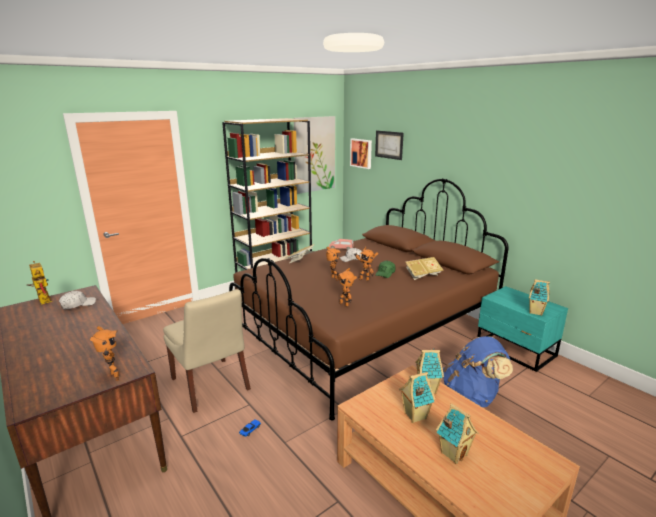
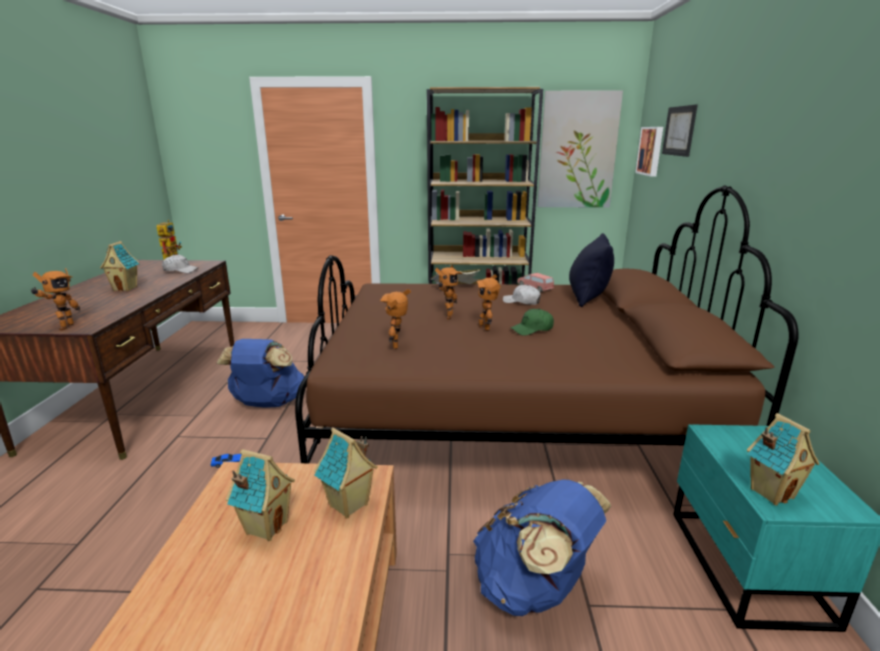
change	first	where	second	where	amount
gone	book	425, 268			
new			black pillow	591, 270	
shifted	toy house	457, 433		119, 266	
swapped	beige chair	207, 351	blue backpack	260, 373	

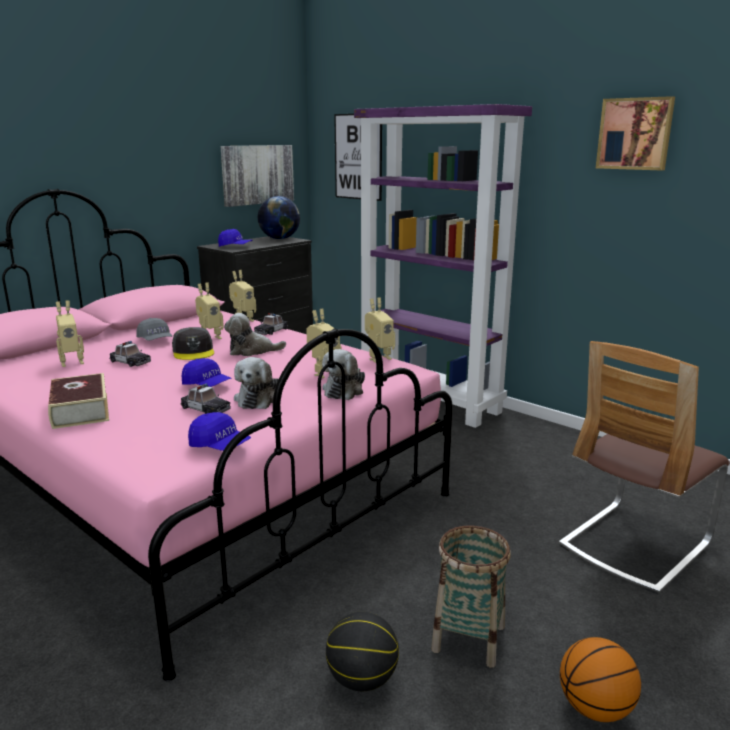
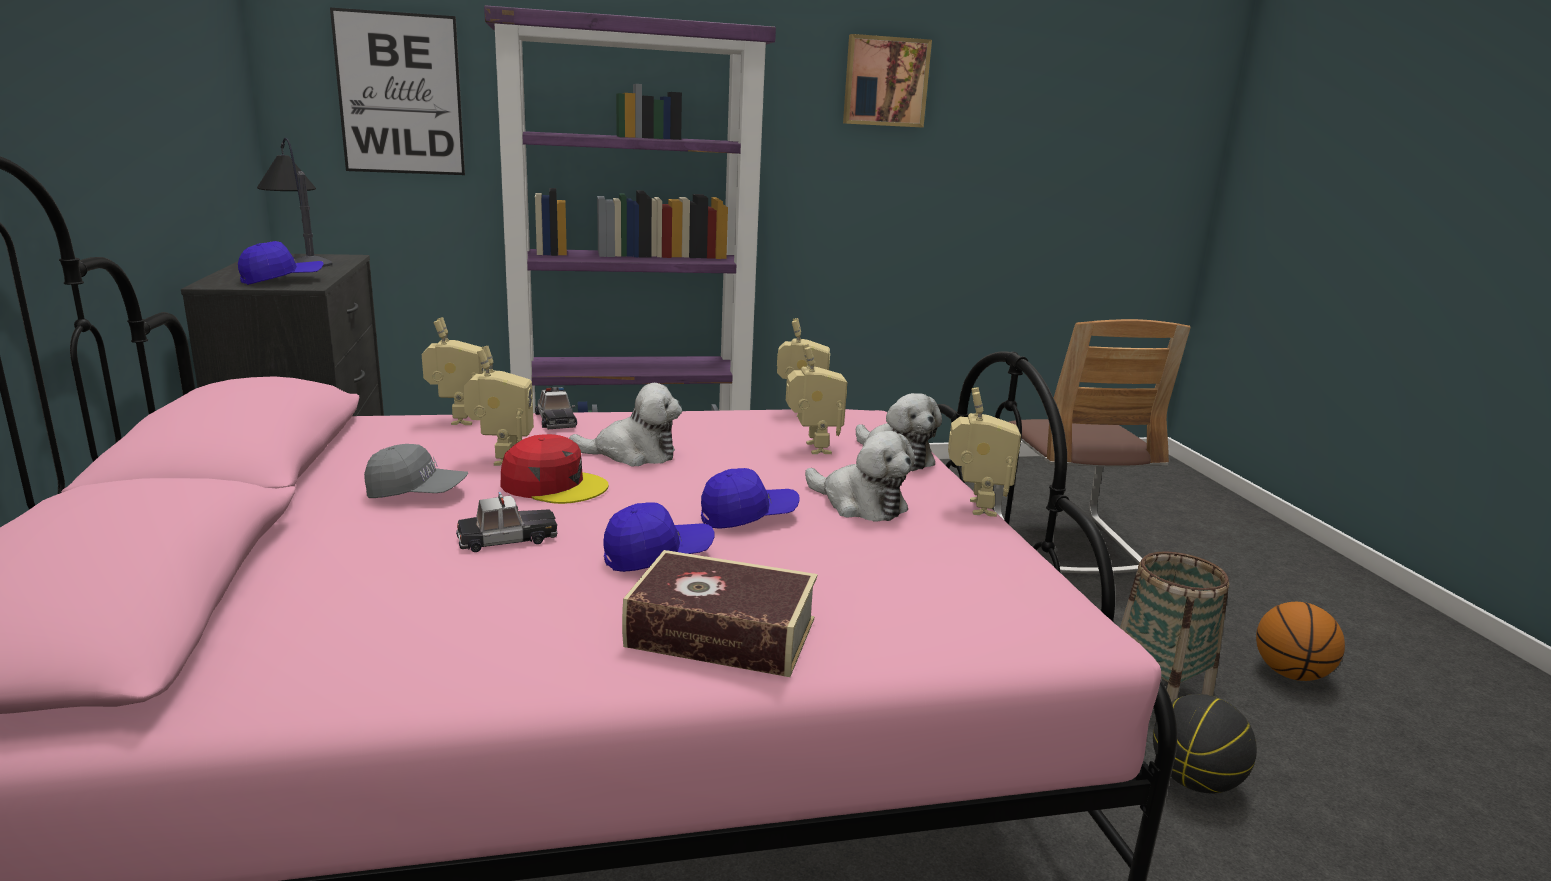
change	first	where	second	where	amount
gone	toy car	205, 398			
gone	picture	257, 176			
shifted	toy robot	70, 334		984, 452	
shifted	blue cap	219, 431		658, 537	
swapped	globe	279, 217	table lamp	294, 202	
repainted	grey cap	193, 343	red cap	554, 469	
rotated	plush toy	255, 334		625, 425	120 degrees counterclockwise

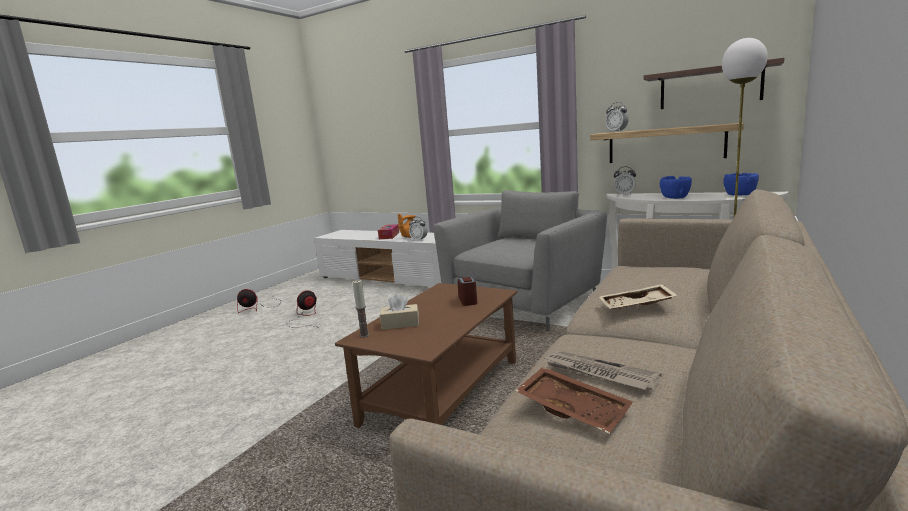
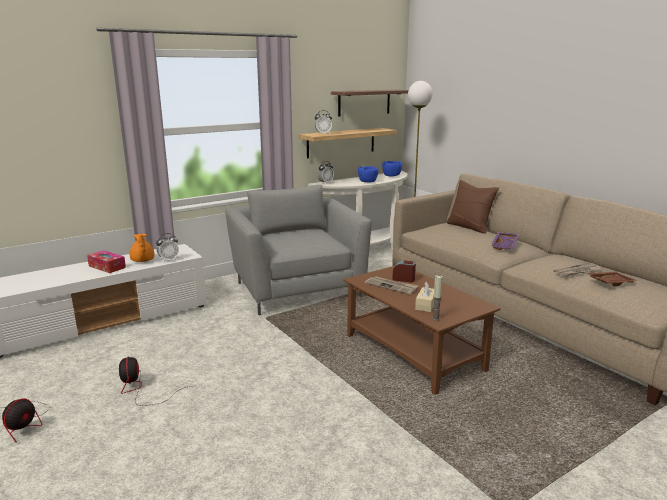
change	first	where	second	where	amount
new			newspaper	391, 286	
new			brown pillow	473, 207	
repainted	beige tray	638, 296	purple tray	505, 241	

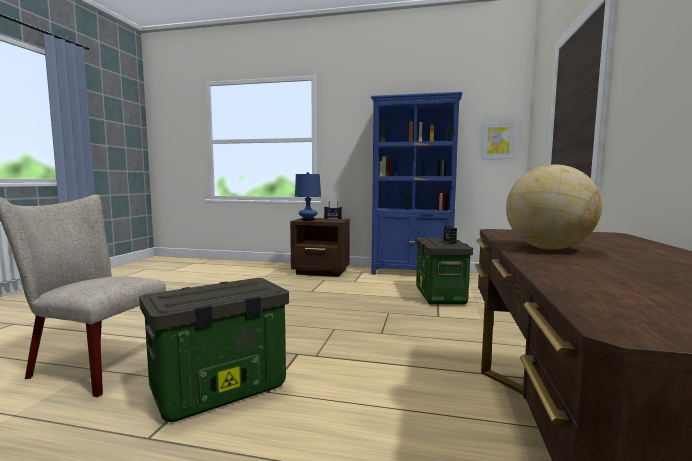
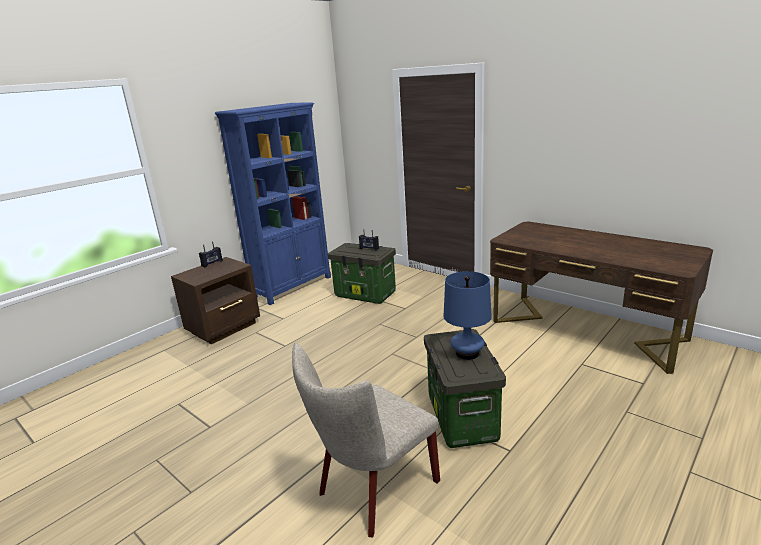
change	first	where	second	where	amount
gone	picture	499, 140			
gone	globe	554, 207			
shifted	blue table lamp	308, 196		468, 315	

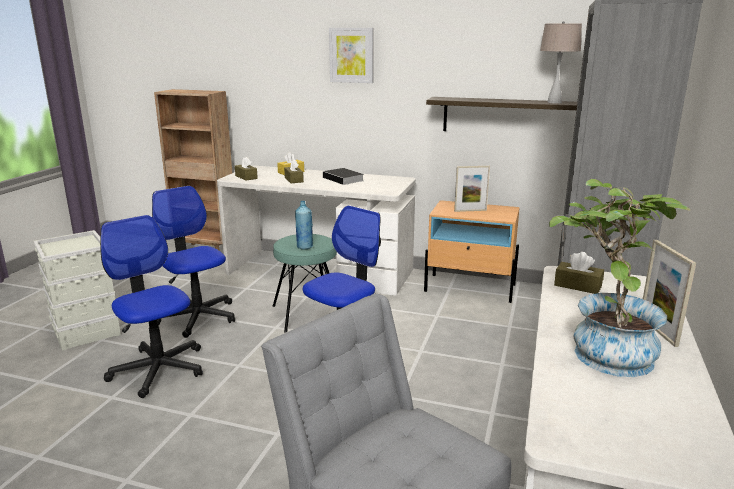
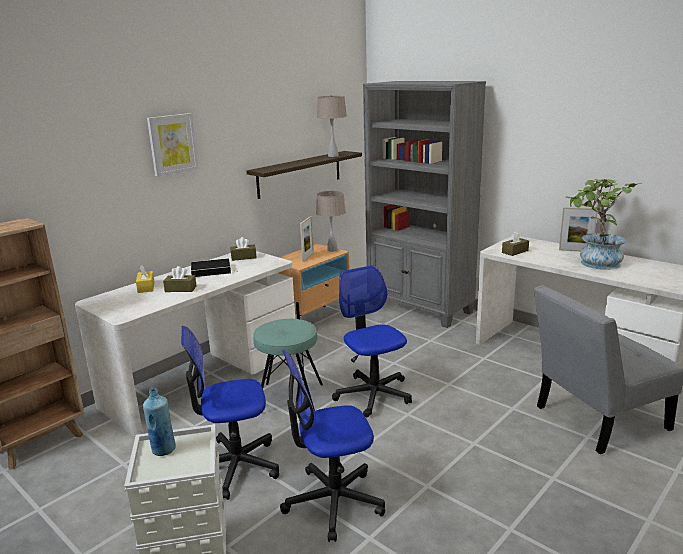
change	first	where	second	where	amount
new			beige table lamp	331, 221	
shifted	brown tissue box	246, 169		243, 249	
shifted	blue bottle	304, 225		159, 422	

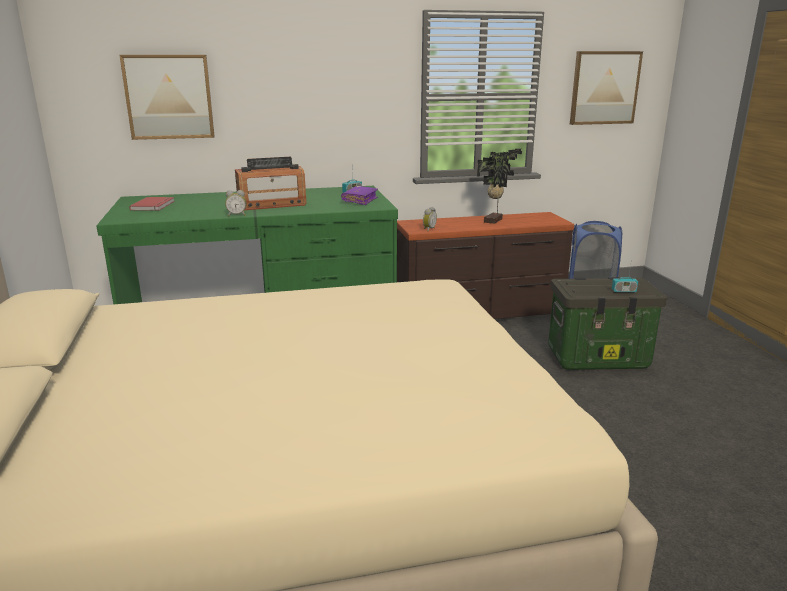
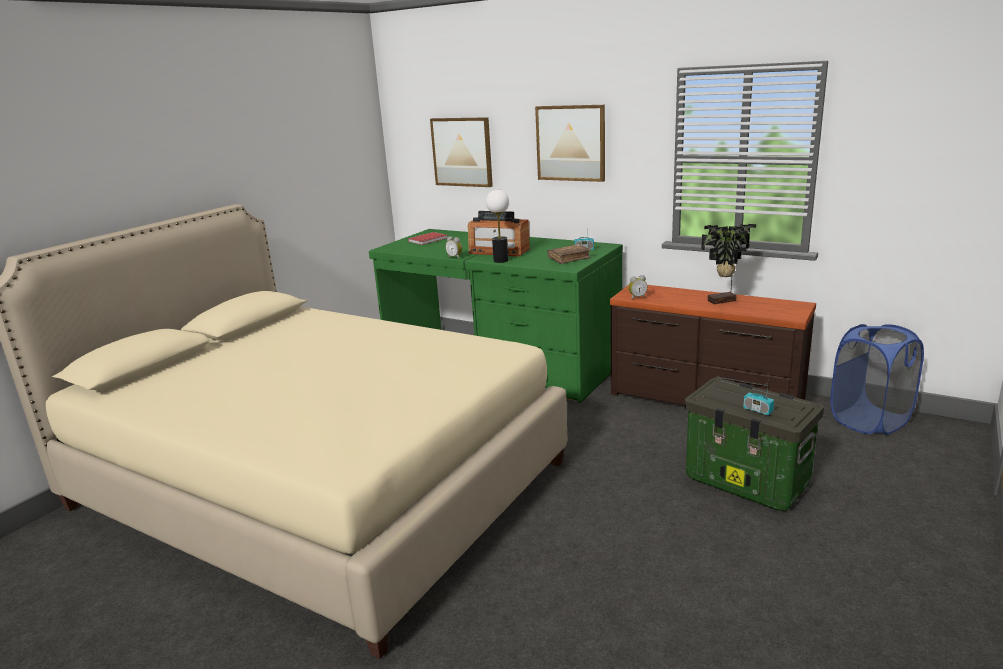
change	first	where	second	where	amount
new			table lamp	497, 226	
shifted	picture	606, 88		570, 143	
repainted	purple book	359, 195	brown book	569, 254	

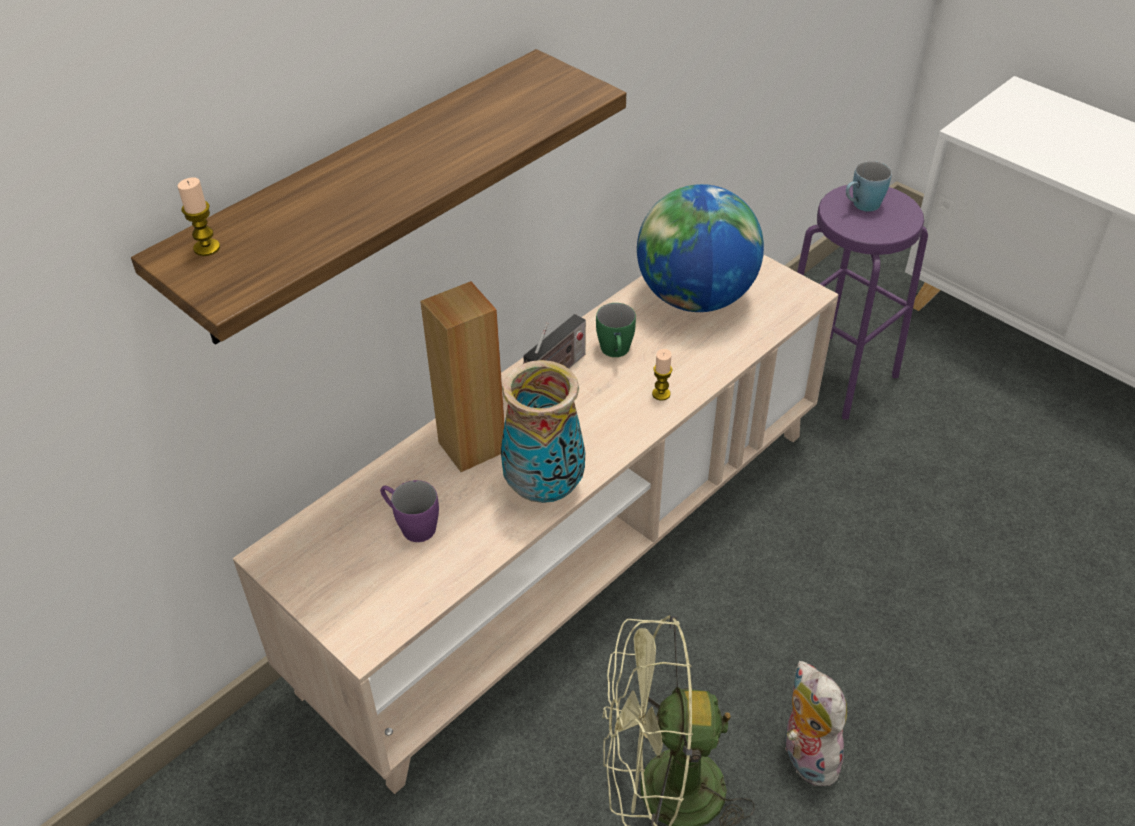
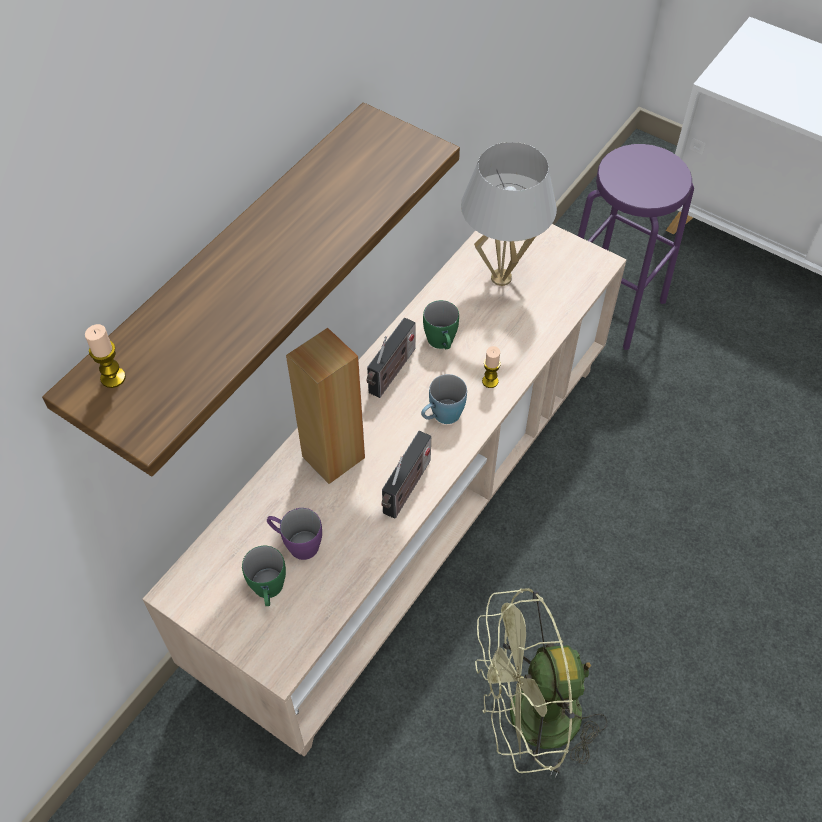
change	first	where	second	where	amount
gone	plush toy	816, 723			
new			green mug	264, 576	
shifted	blue mug	869, 186		444, 399	
swapped	vase	543, 431	radio	406, 475	
swapped	globe	700, 248	white table lamp	509, 214	

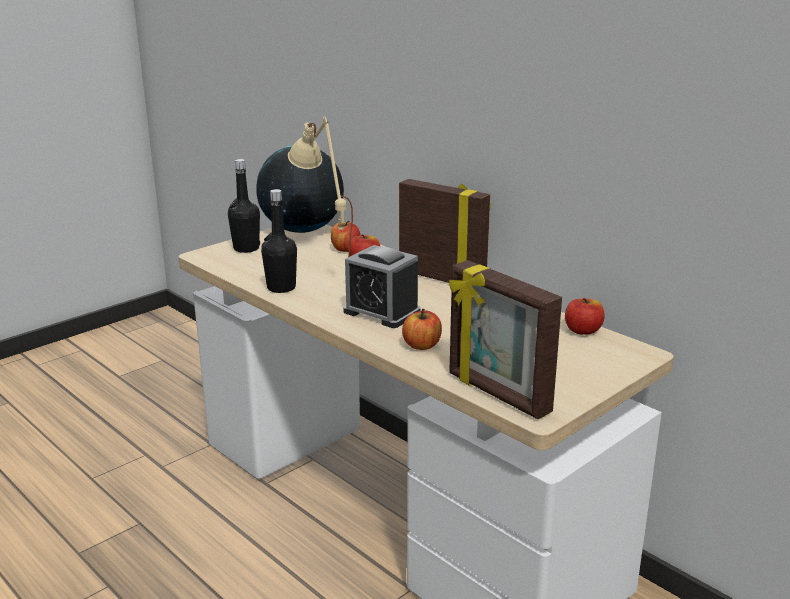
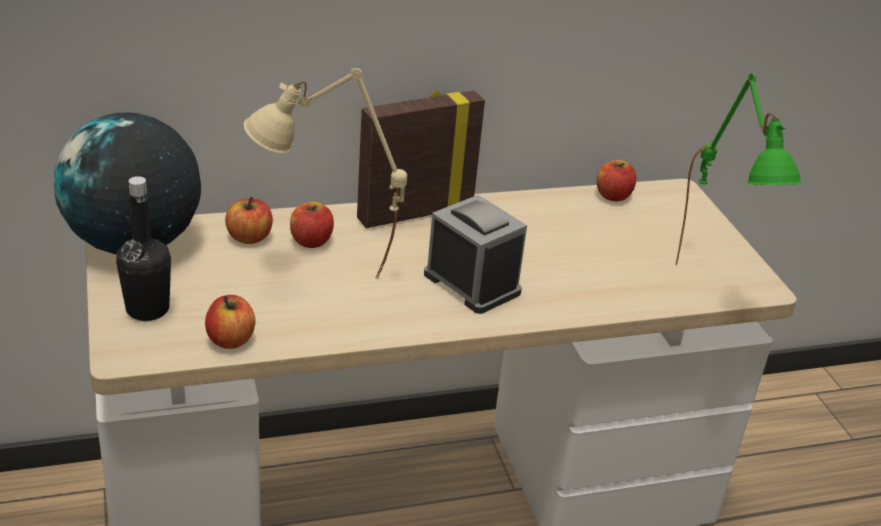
change	first	where	second	where	amount
gone	black bottle	279, 241			
shifted	apple	422, 329		230, 322	
swapped	picture frame	505, 339	green table lamp	739, 169	
rotated	alarm clock	382, 286		475, 254	105 degrees counterclockwise

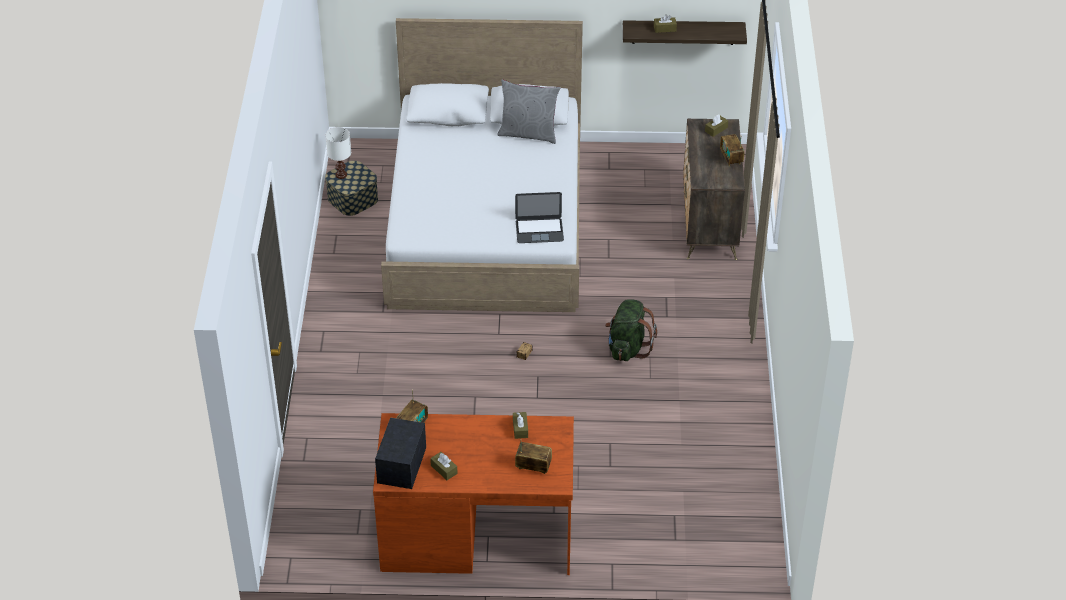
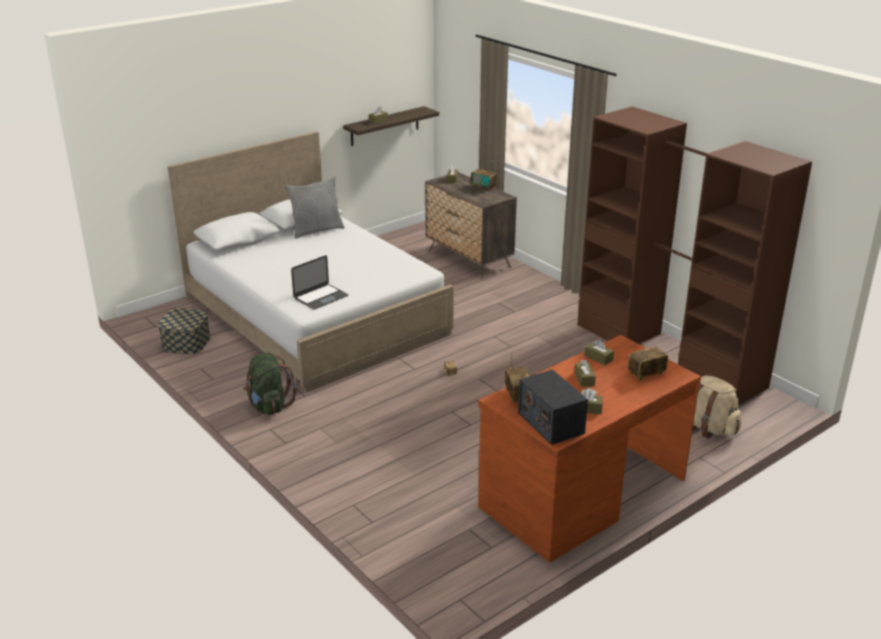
change	first	where	second	where	amount
gone	white table lamp	338, 153			
new			brown tissue box	585, 373	
new			brown wardrobe	695, 255	
new			beige backpack	717, 407	
shifted	laptop	539, 217		319, 282	
shifted	green backpack	631, 330		270, 384	

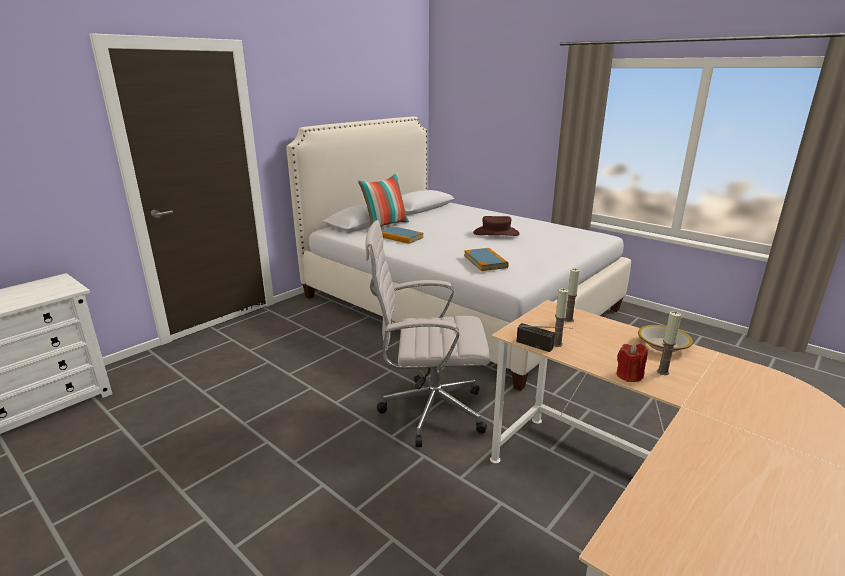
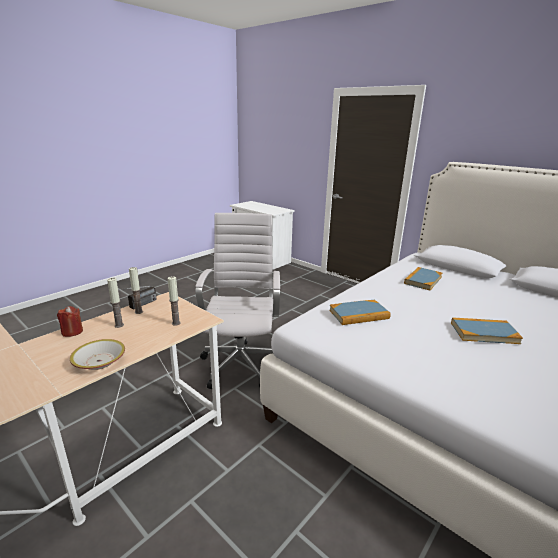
change	first	where	second	where	amount
gone	pillow	383, 200			
shifted	candle	669, 343		115, 303	
swapped	brown hat	496, 226	book	487, 330	

